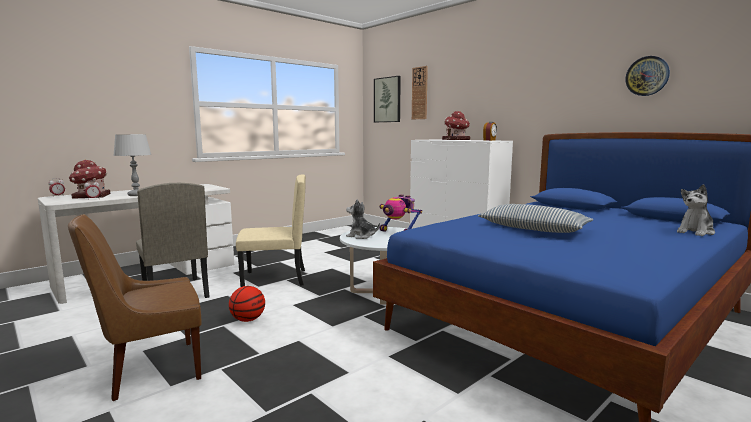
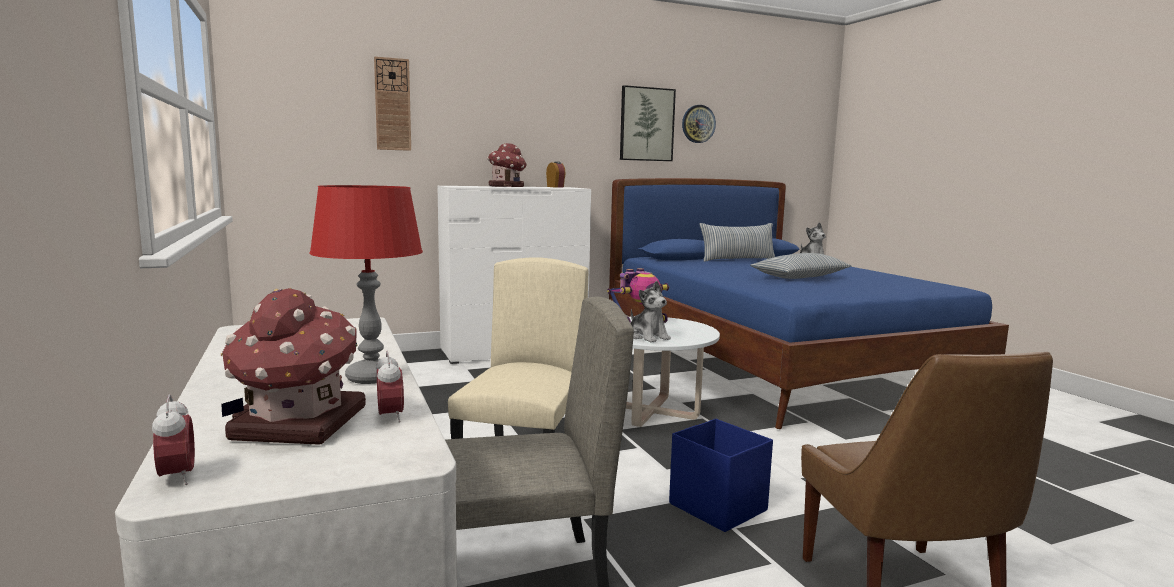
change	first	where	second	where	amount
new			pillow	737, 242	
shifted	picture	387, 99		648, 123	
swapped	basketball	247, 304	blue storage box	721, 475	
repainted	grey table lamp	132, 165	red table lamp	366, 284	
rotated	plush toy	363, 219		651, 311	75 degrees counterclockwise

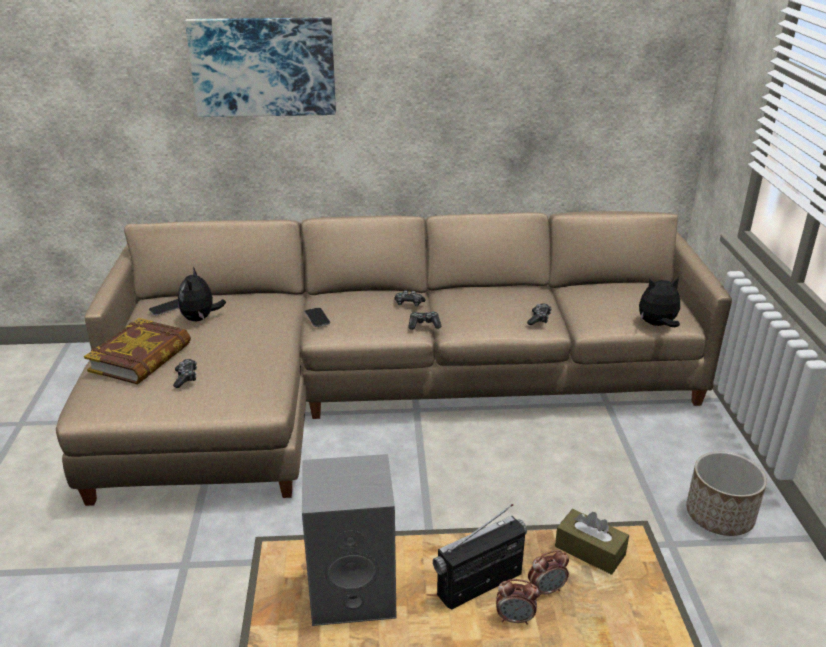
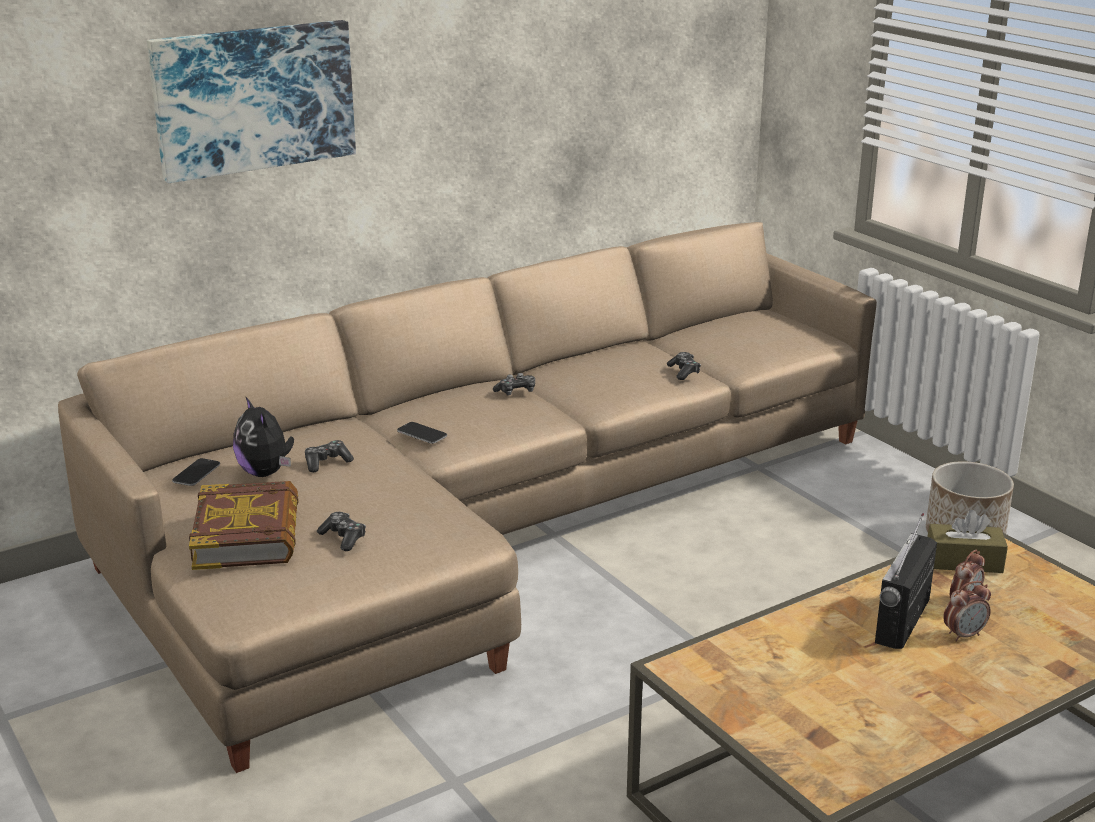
change	first	where	second	where	amount
gone	grey speaker	349, 540			
gone	plush toy	659, 302			
shifted	game controller	424, 320		329, 456	

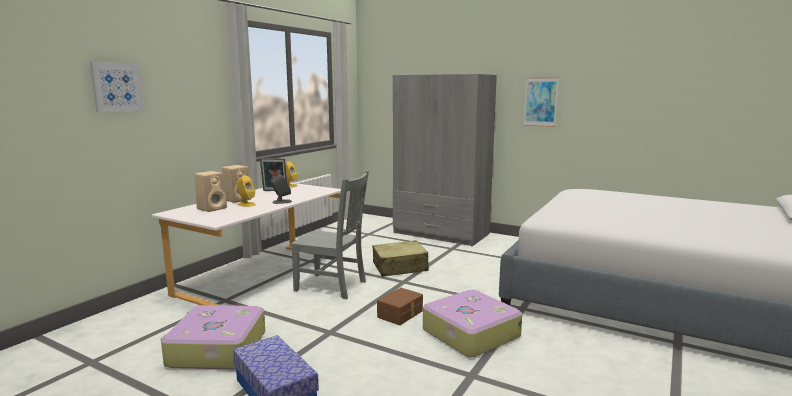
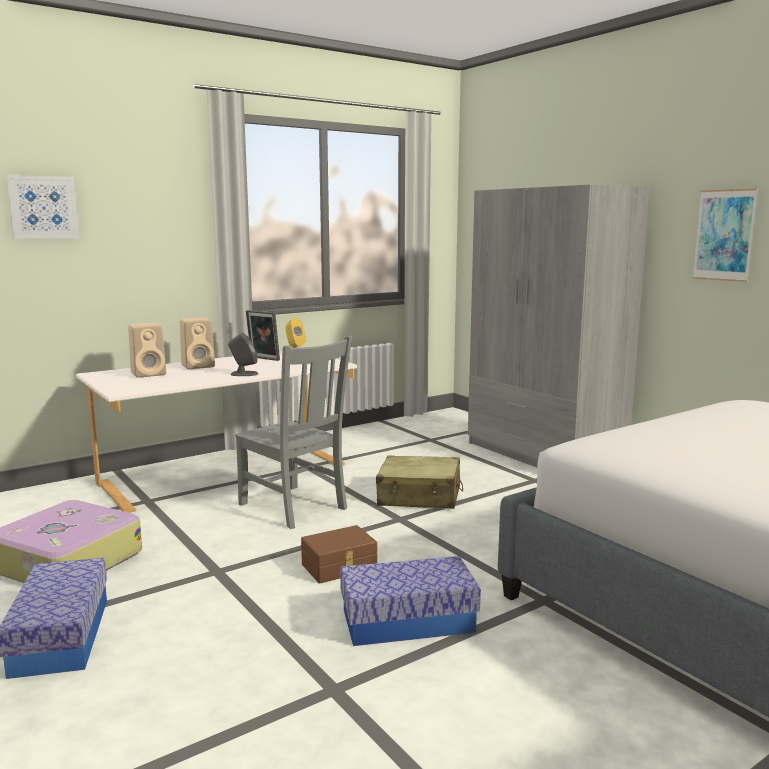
change	first	where	second	where	amount
gone	yellow speaker	246, 191			
swapped	suitcase	472, 323	storage box	410, 601	

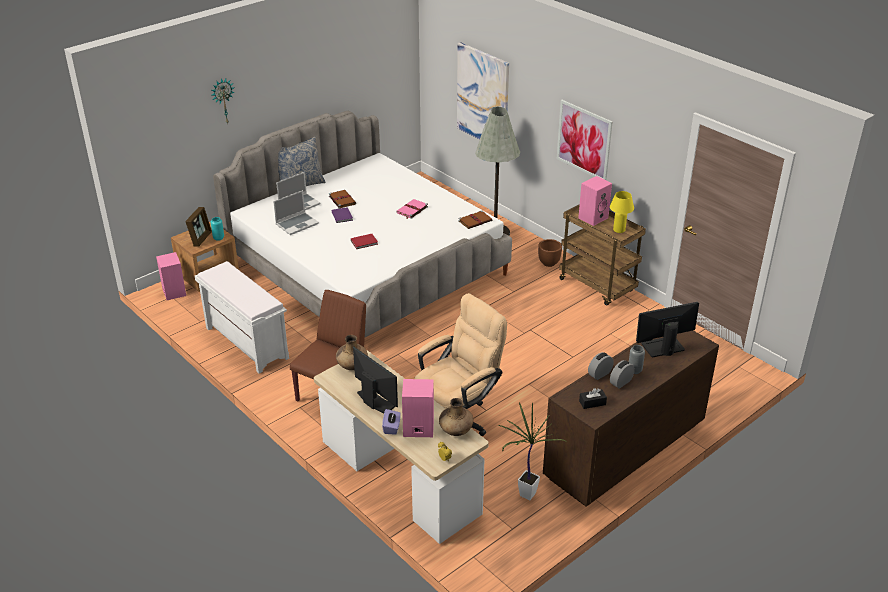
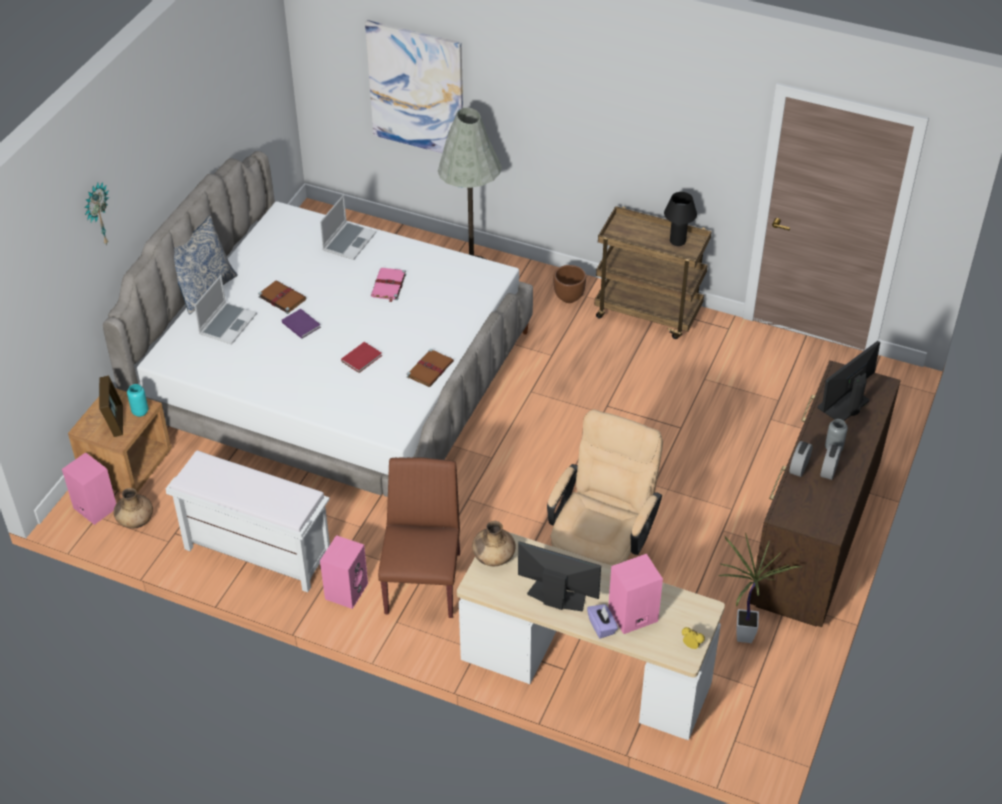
change	first	where	second	where	amount
gone	picture	585, 140			
gone	black tissue box	593, 398			
shifted	laptop	296, 212		348, 227	
shifted	brown vase	456, 417		133, 508	
shifted	brown book	475, 219		430, 368	
shifted	pink speaker	595, 201		344, 572	
repainted	yellow table lamp	622, 212	black table lamp	680, 219	

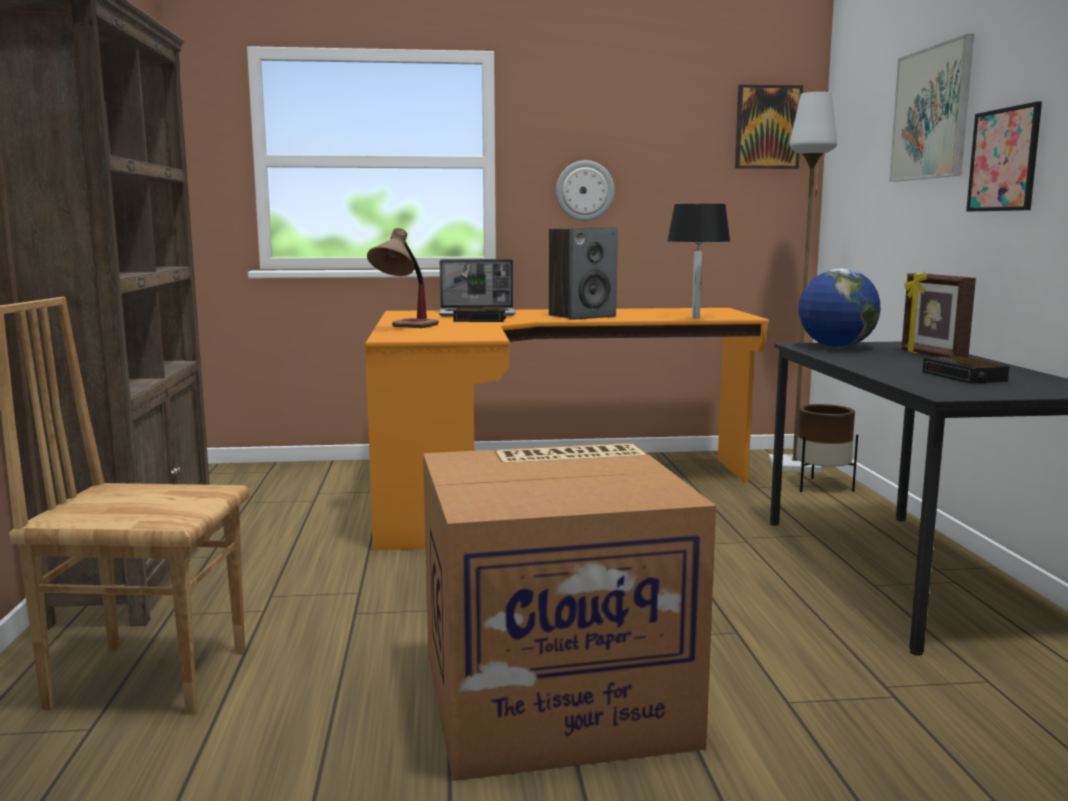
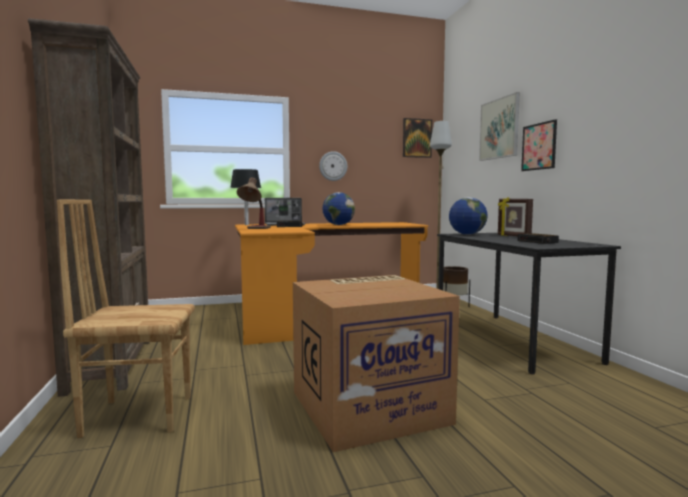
change	first	where	second	where	amount
shifted	black table lamp	698, 261		245, 197	
swapped	speaker	583, 273	globe	338, 208	

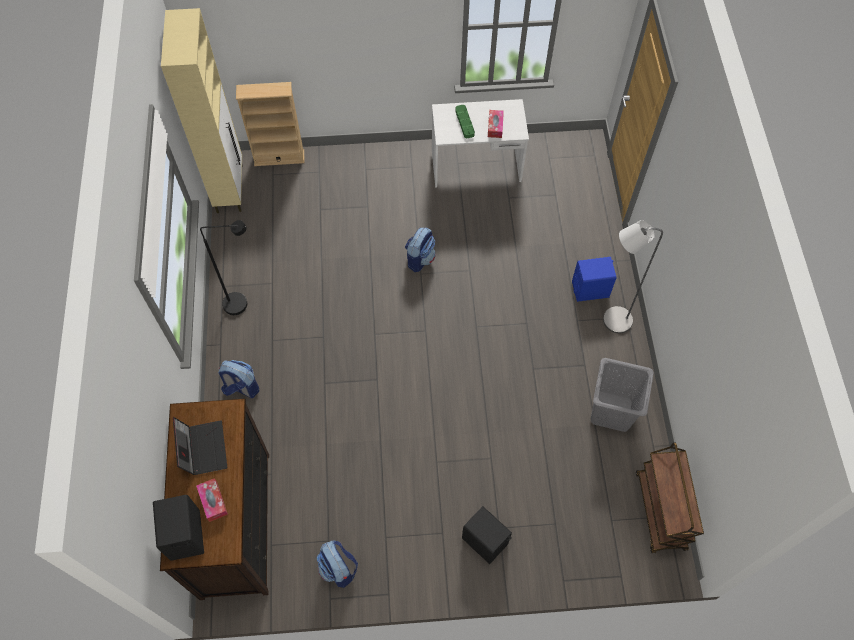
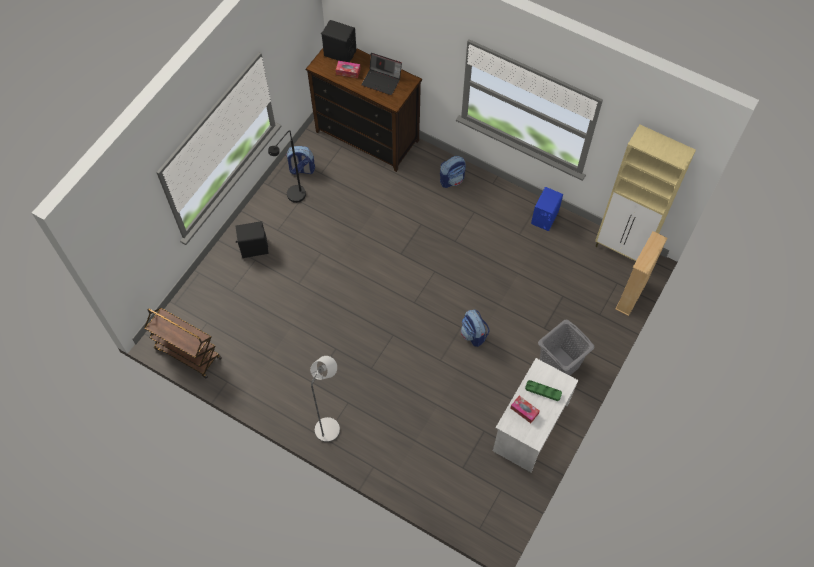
change	first	where	second	where	amount
shifted	black floor lamp	223, 267		287, 166	
shifted	blue speaker	594, 279		547, 209	
shifted	grey laundry basket	622, 395		566, 347	

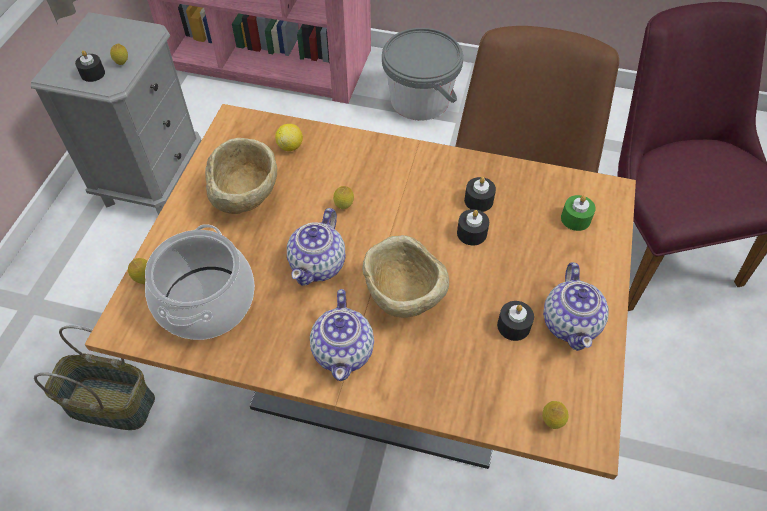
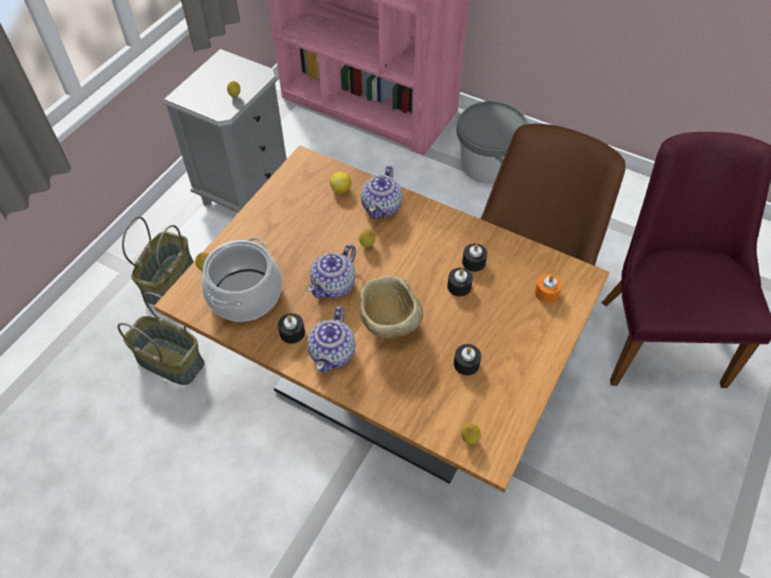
change	first	where	second	where	amount
gone	beige bowl	241, 176			
new			basket	158, 260	
shifted	black candle	90, 66		291, 328	
shifted	teapot	576, 306		382, 192	
repainted	green candle	578, 213	orange candle	548, 288	

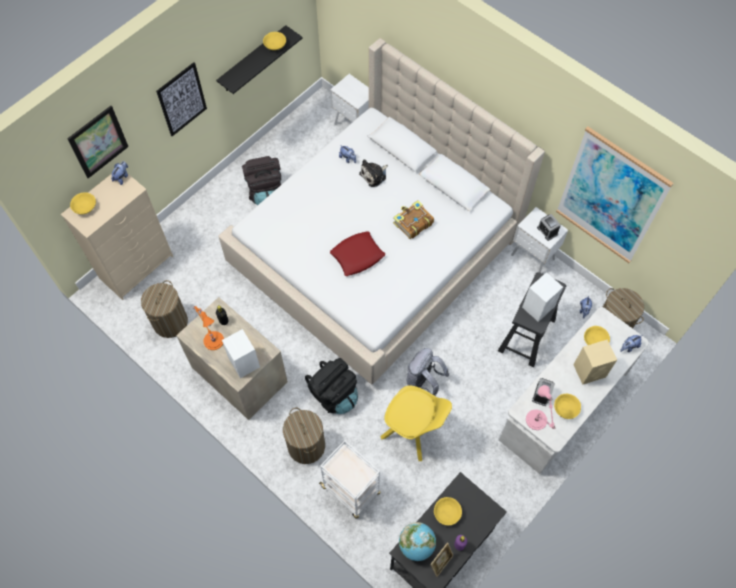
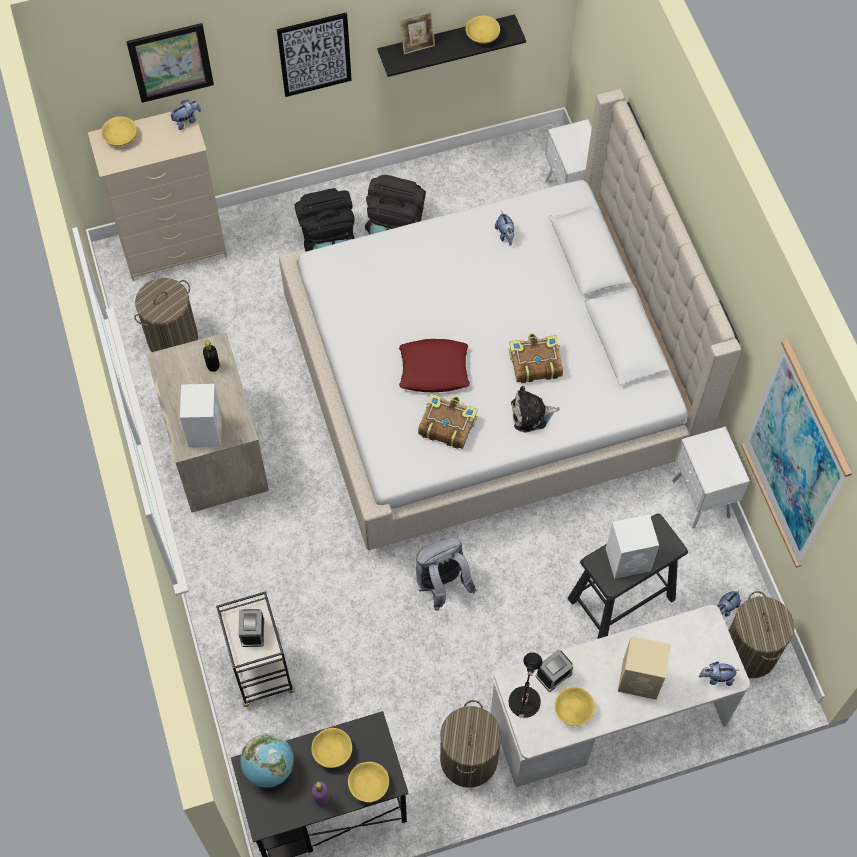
change	first	where	second	where	amount
gone	orange table lamp	208, 328			
gone	yellow chair	416, 423			
new			book	448, 421	
shifted	laundry basket	304, 436		471, 743	
shifted	black backpack	331, 386		324, 219	
shifted	plush toy	373, 173		535, 409	
shifted	picture frame	441, 559		417, 33	
shifted	alarm clock	549, 227		251, 628	
shifted	yellow bowl	597, 335		368, 782	
repainted	white cart	350, 479	black cart	255, 649	
repainted	pink table lamp	541, 407	black table lamp	525, 685	

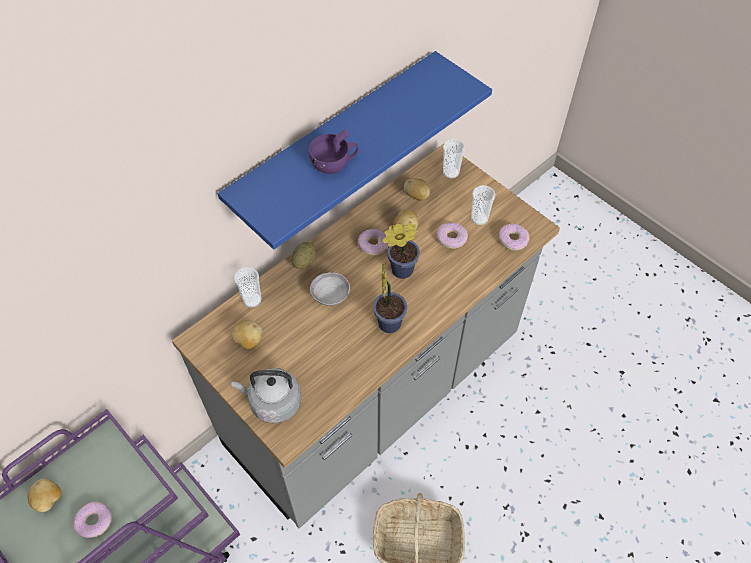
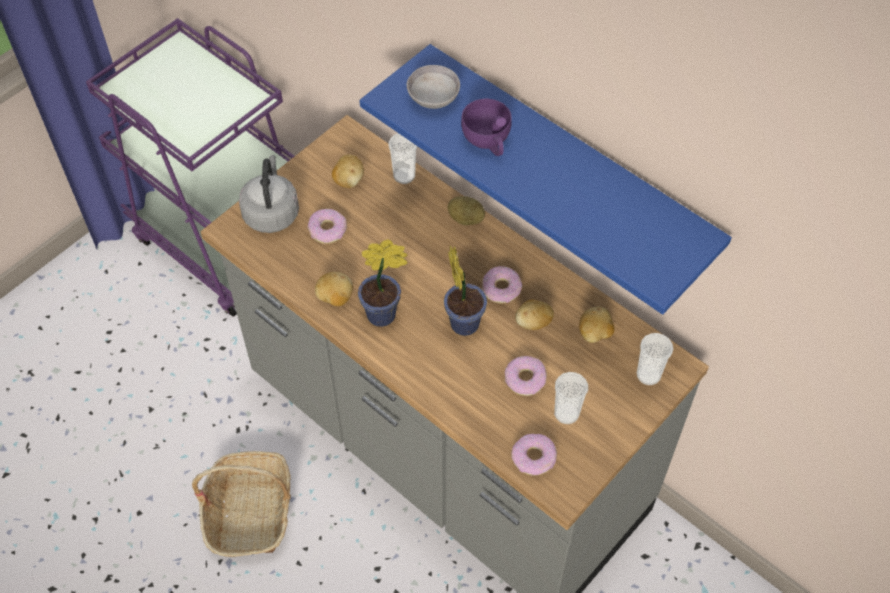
change	first	where	second	where	amount
shifted	potato	44, 495		334, 289	
shifted	donut	92, 520		327, 226	
shifted	grey bowl	330, 289		433, 87	

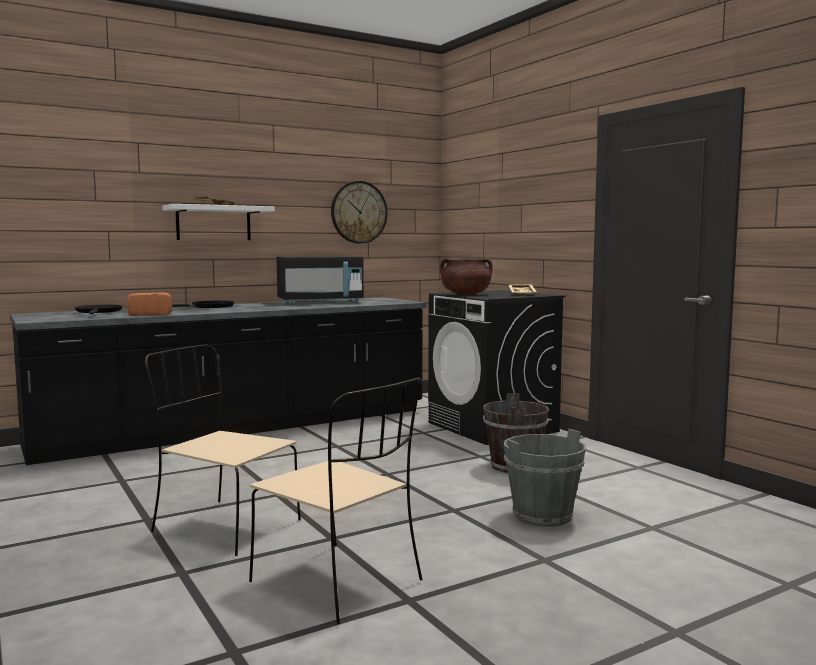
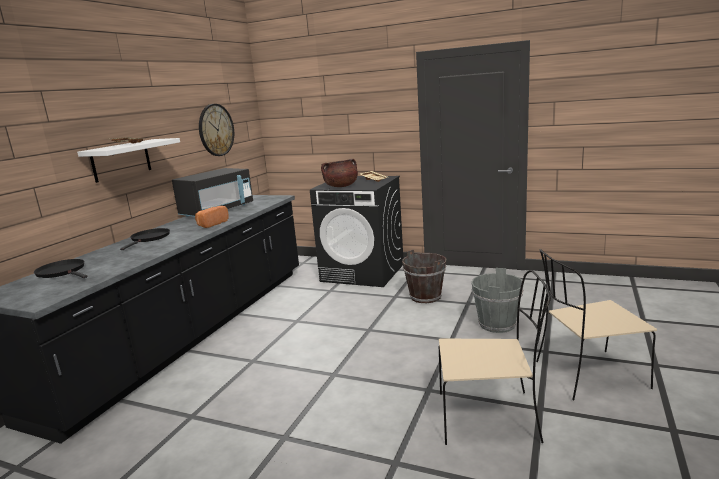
change	first	where	second	where	amount
shifted	bread	149, 304		212, 217	
shifted	beige chair	223, 450		596, 325	

